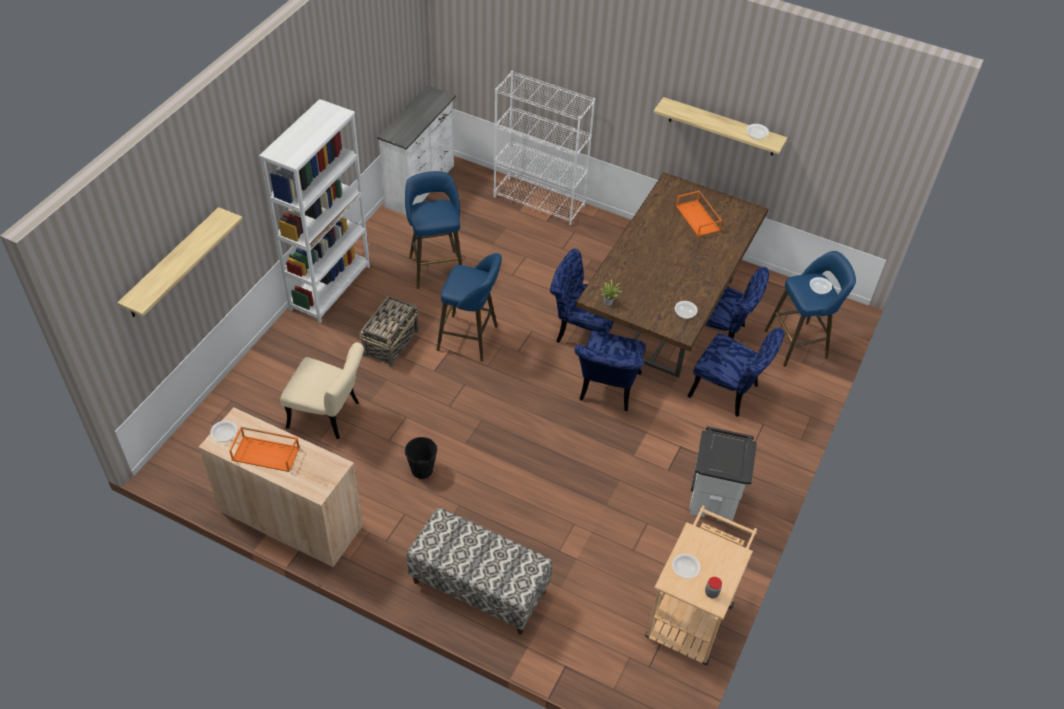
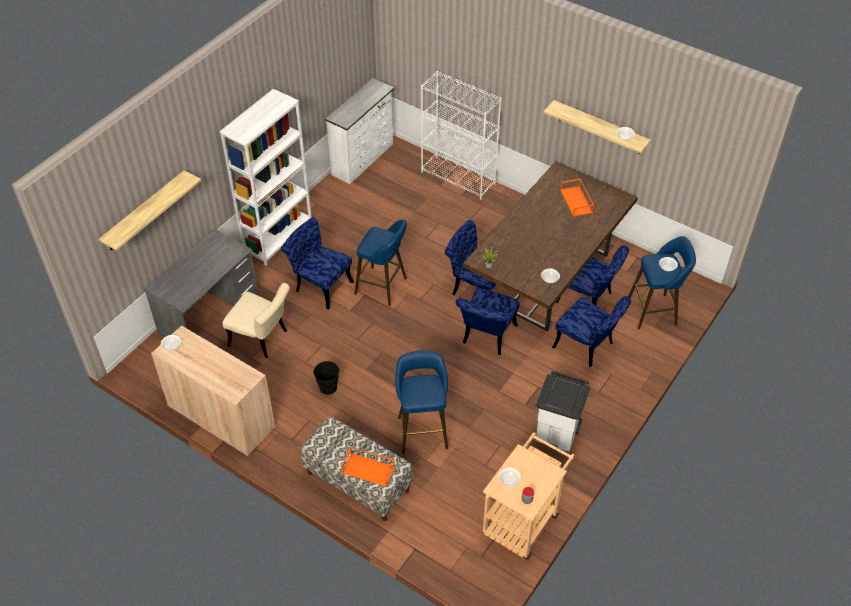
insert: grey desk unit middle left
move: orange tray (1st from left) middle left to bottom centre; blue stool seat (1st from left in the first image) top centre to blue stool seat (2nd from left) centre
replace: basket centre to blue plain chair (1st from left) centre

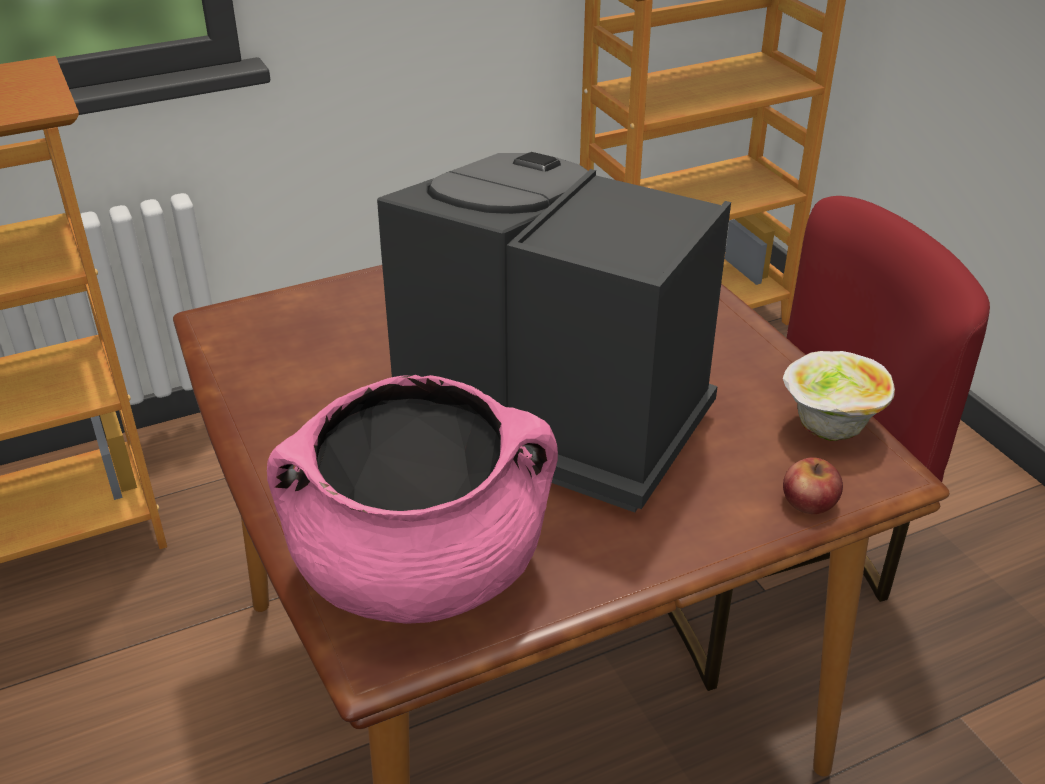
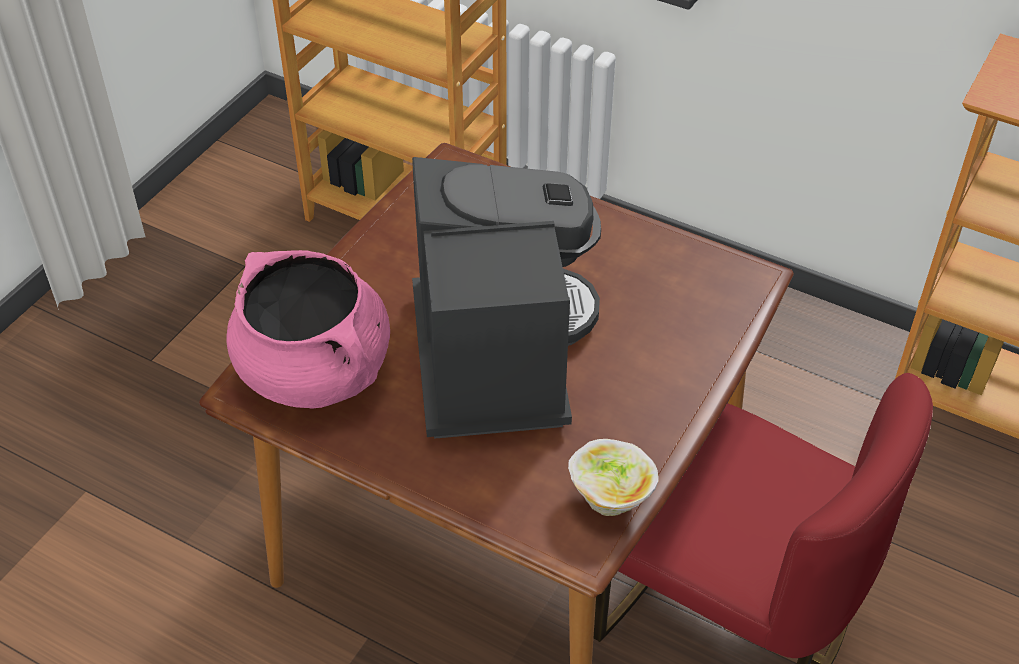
delete: apple fruit middle right

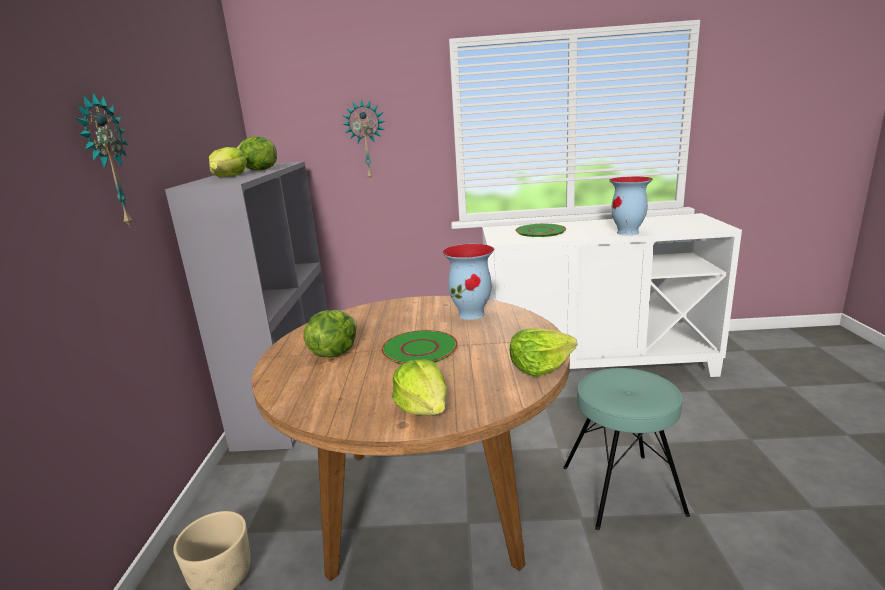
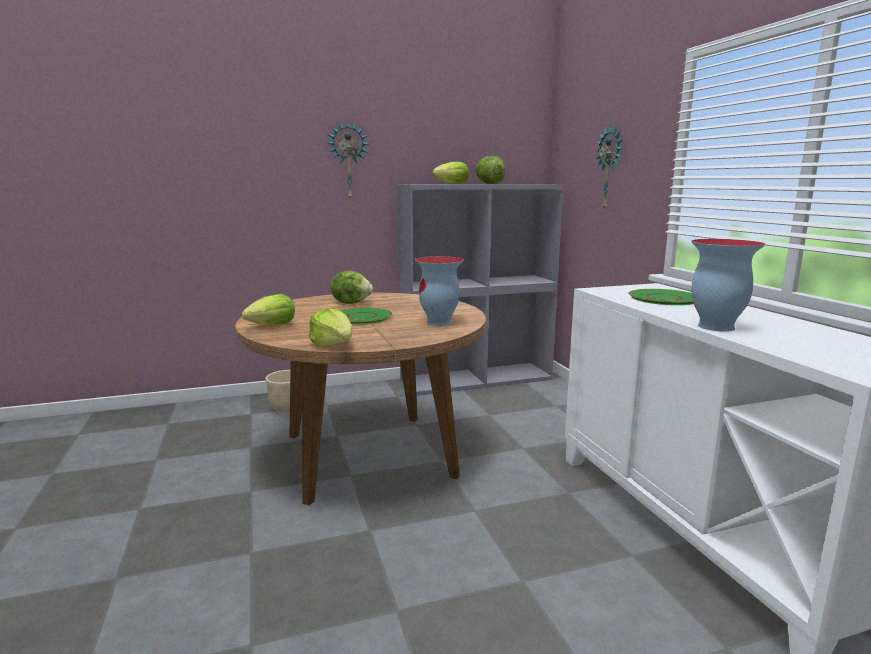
delete: turquoise-coloured stool seat bottom right

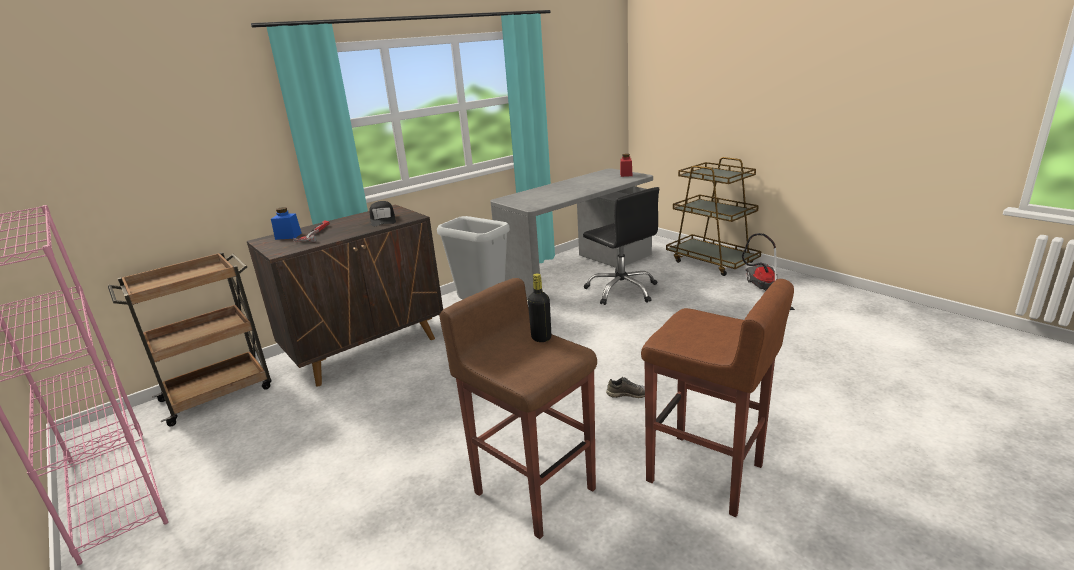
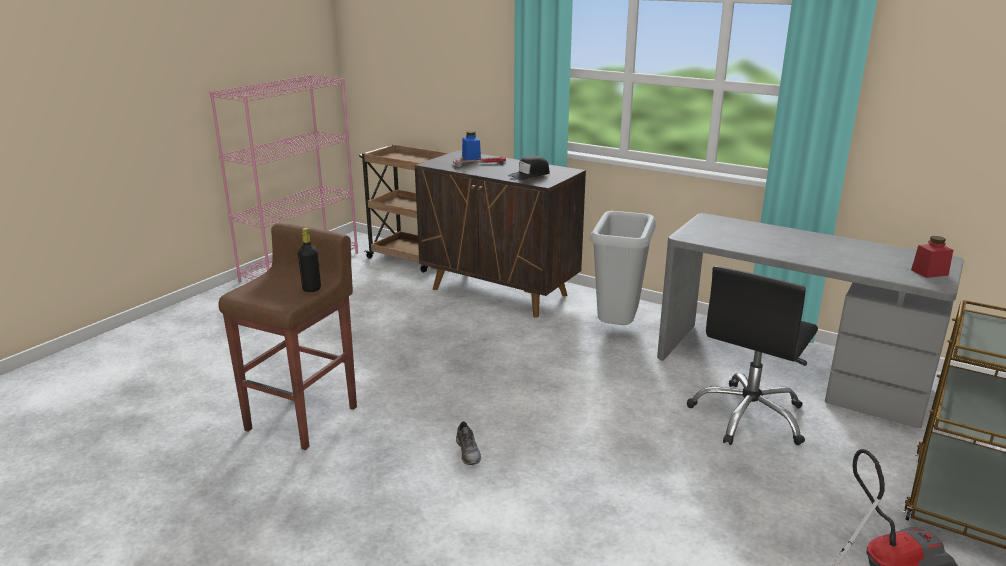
delete: brown-coloured stool seat (2nd from left) bottom right

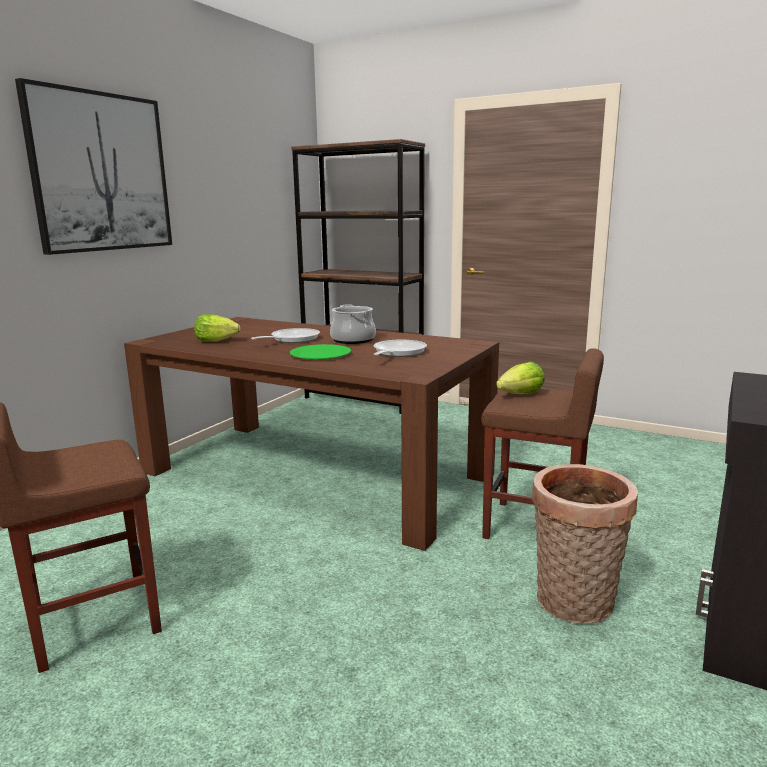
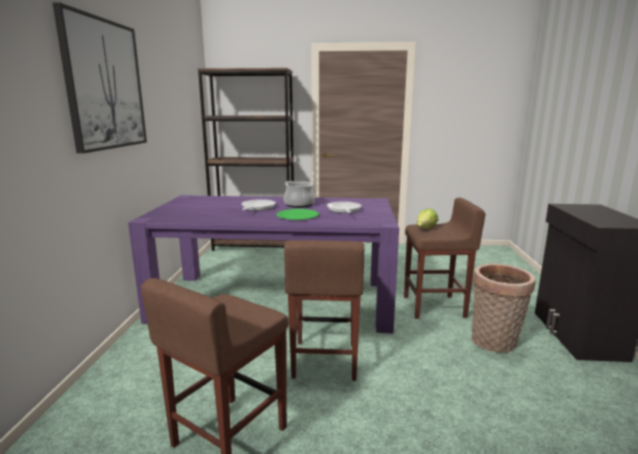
delete: head of lettuce (1st from left) middle left
insert: brown-coloured stool seat (2nd from left) bottom centre
recolor: brown-coloured kitchen table centre to purple-coloured kitchen table centre

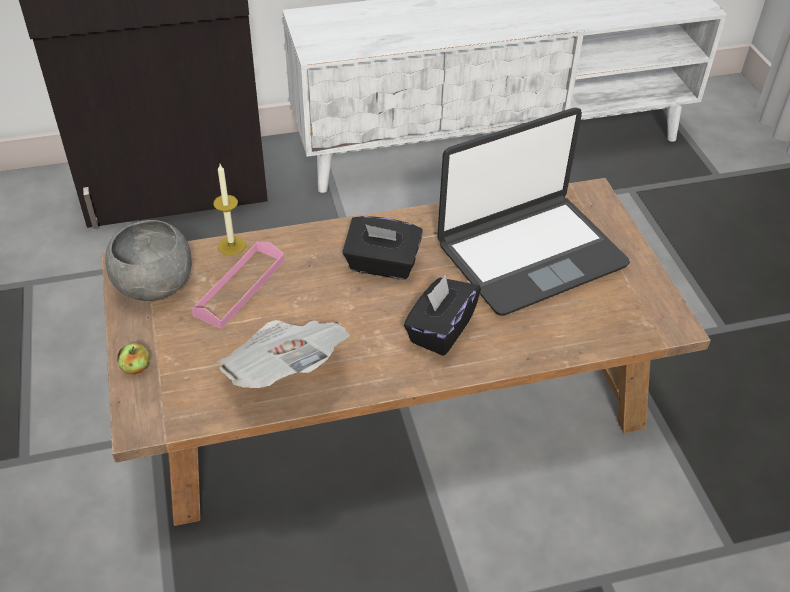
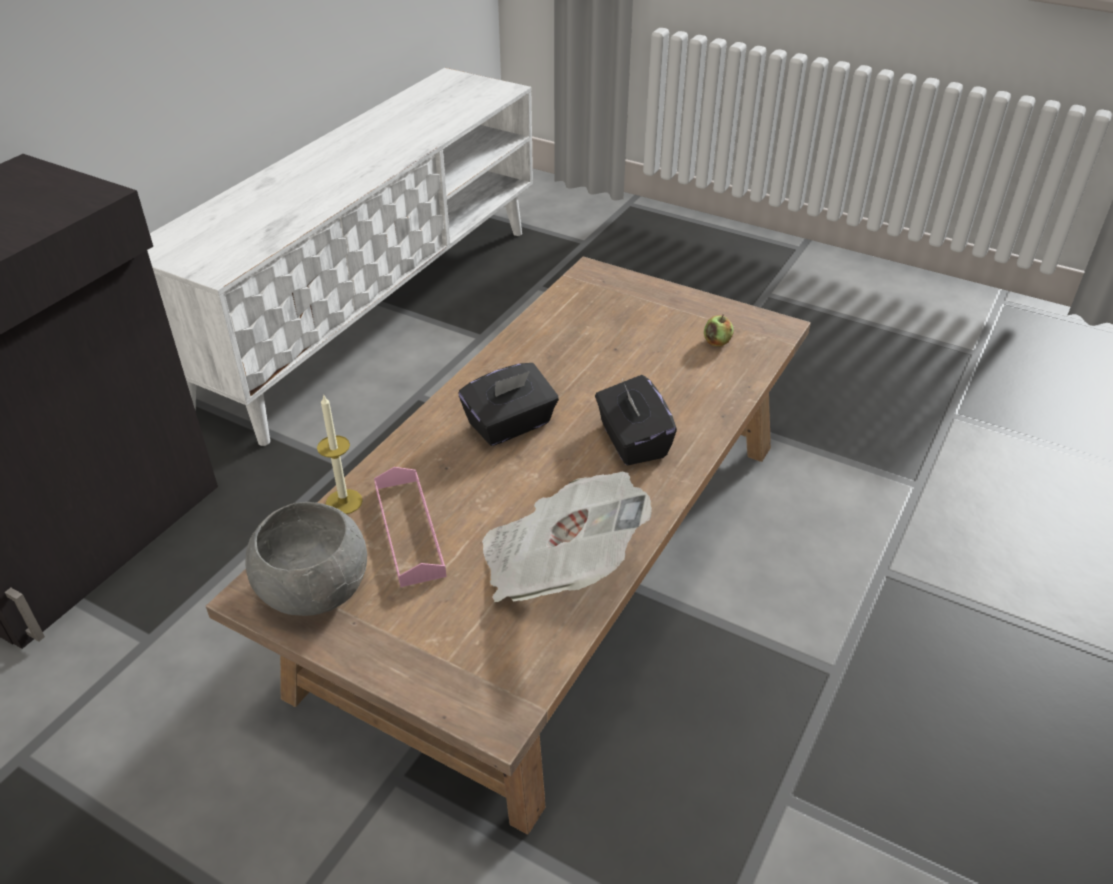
delete: portable computer middle right
move: apple fruit middle left to centre

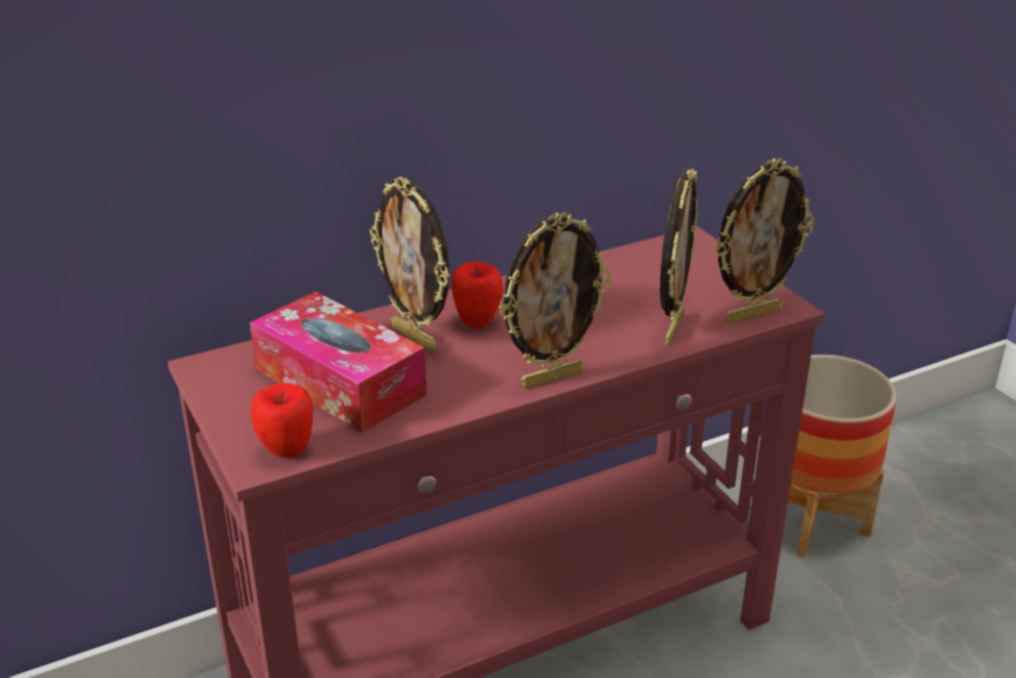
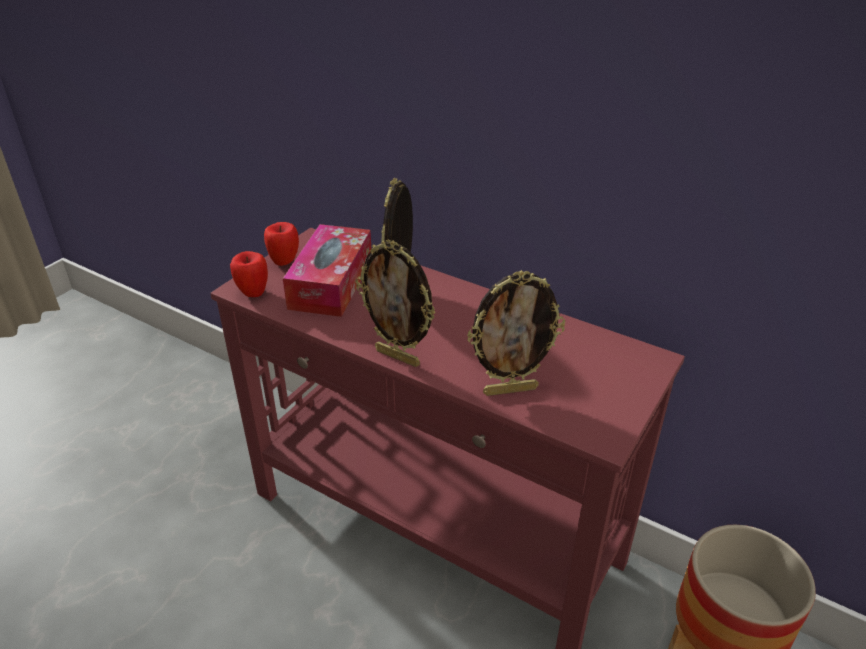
delete: picture frame (4th from left) middle right
move: apple fruit (2nd from left) centre to middle left

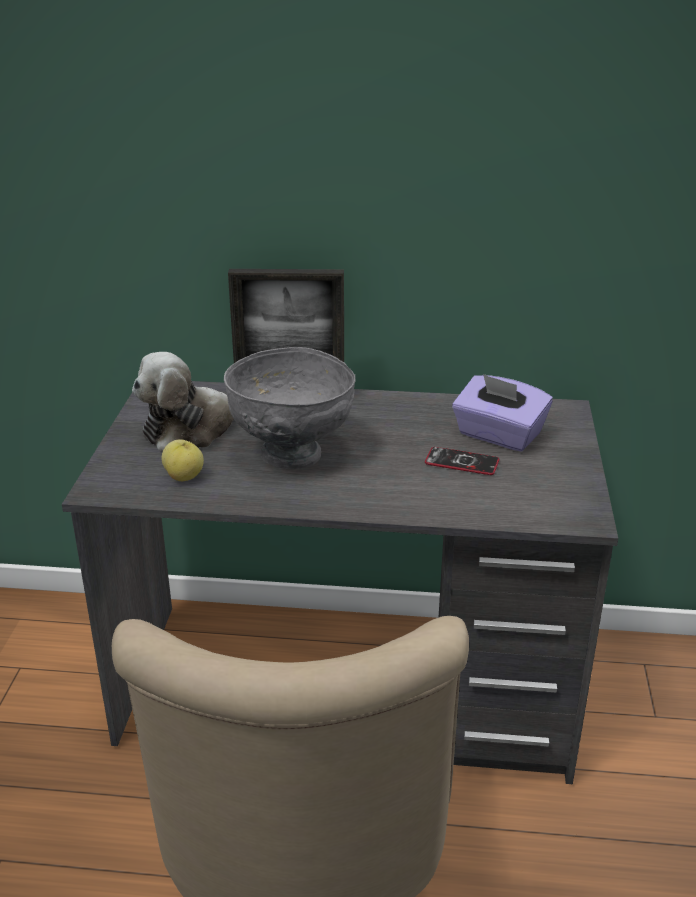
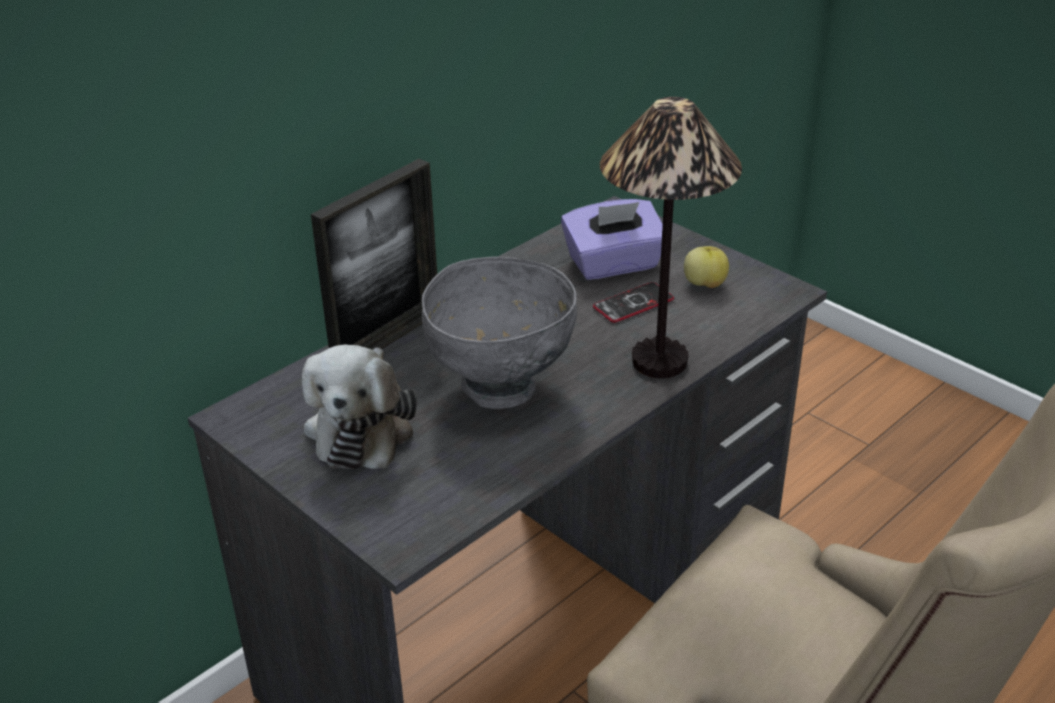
insert: table lamp centre
move: apple fruit middle left to middle right

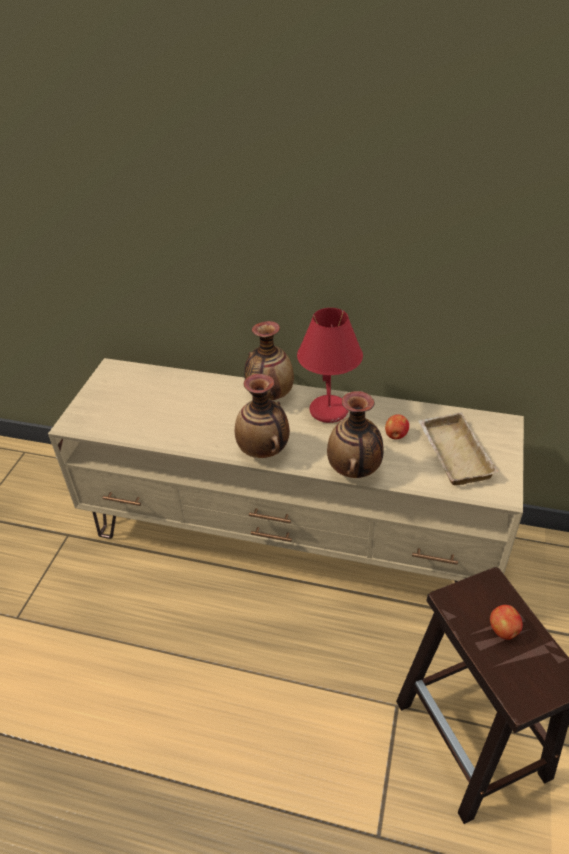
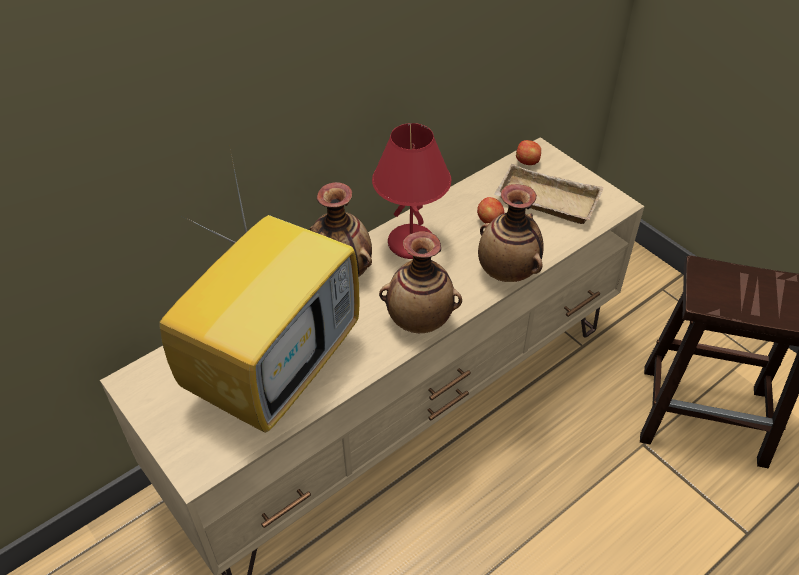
insert: TV set middle left
move: apple fruit (2nd from left) bottom right to top centre

